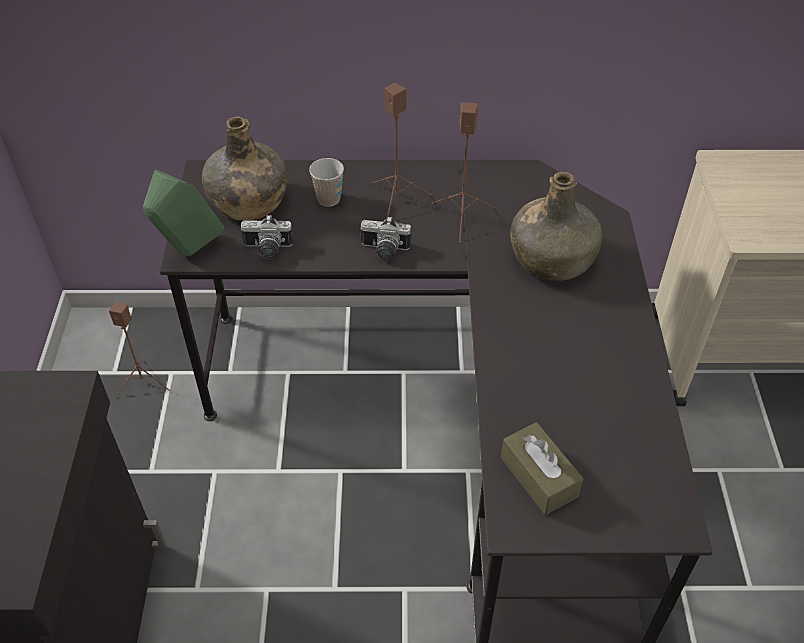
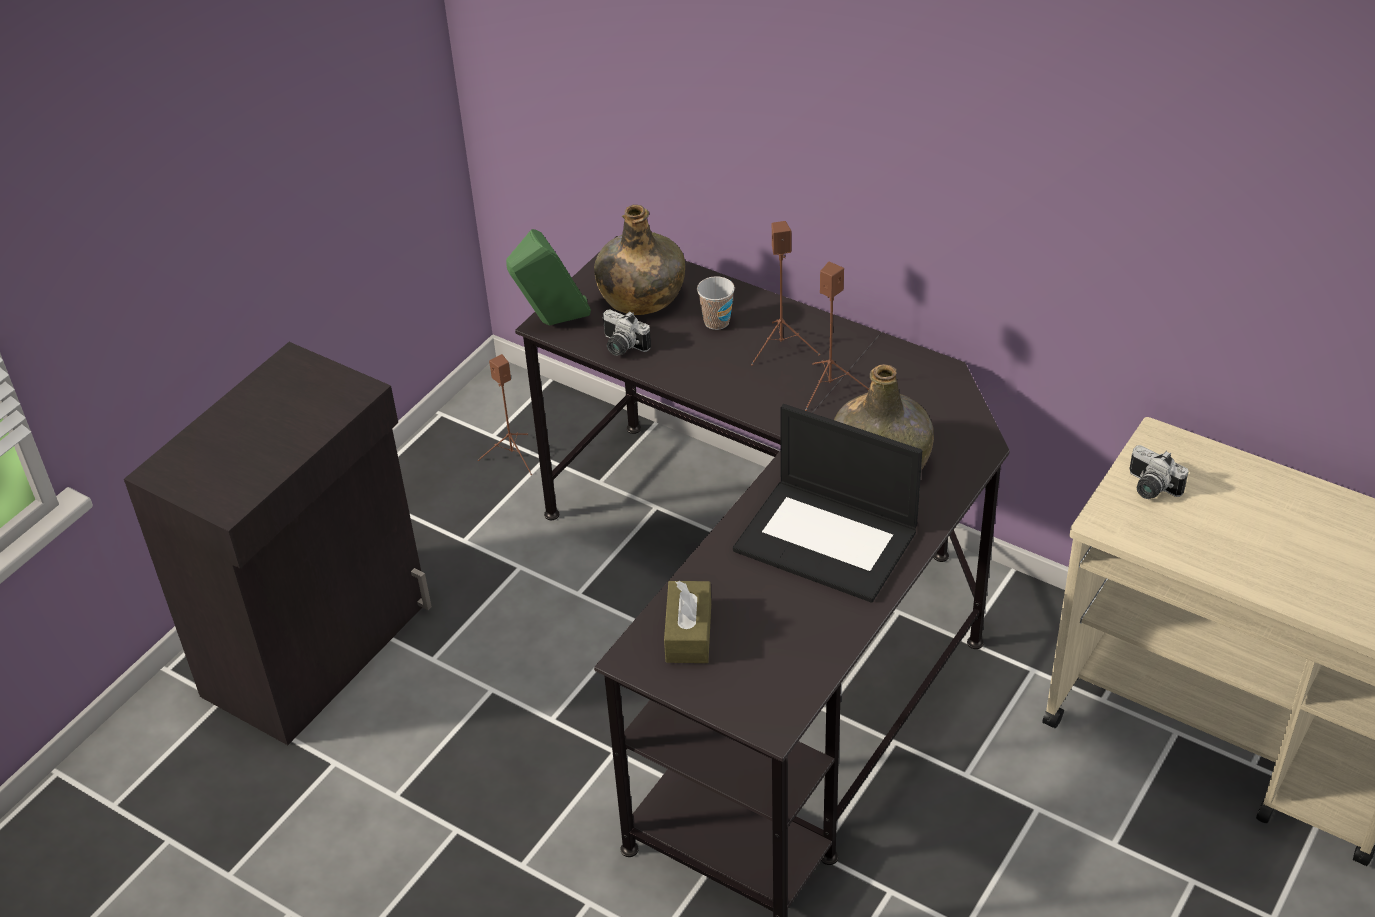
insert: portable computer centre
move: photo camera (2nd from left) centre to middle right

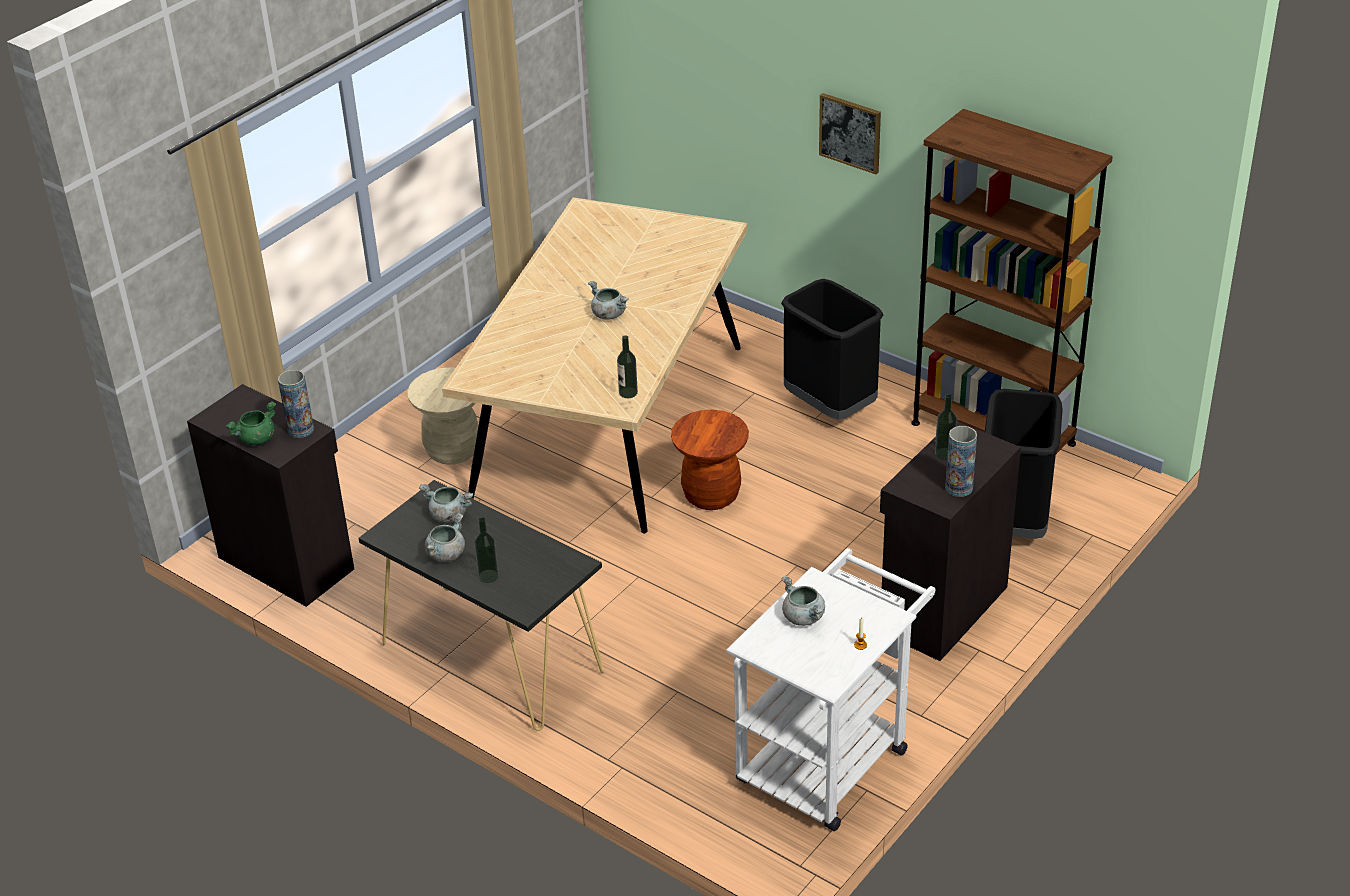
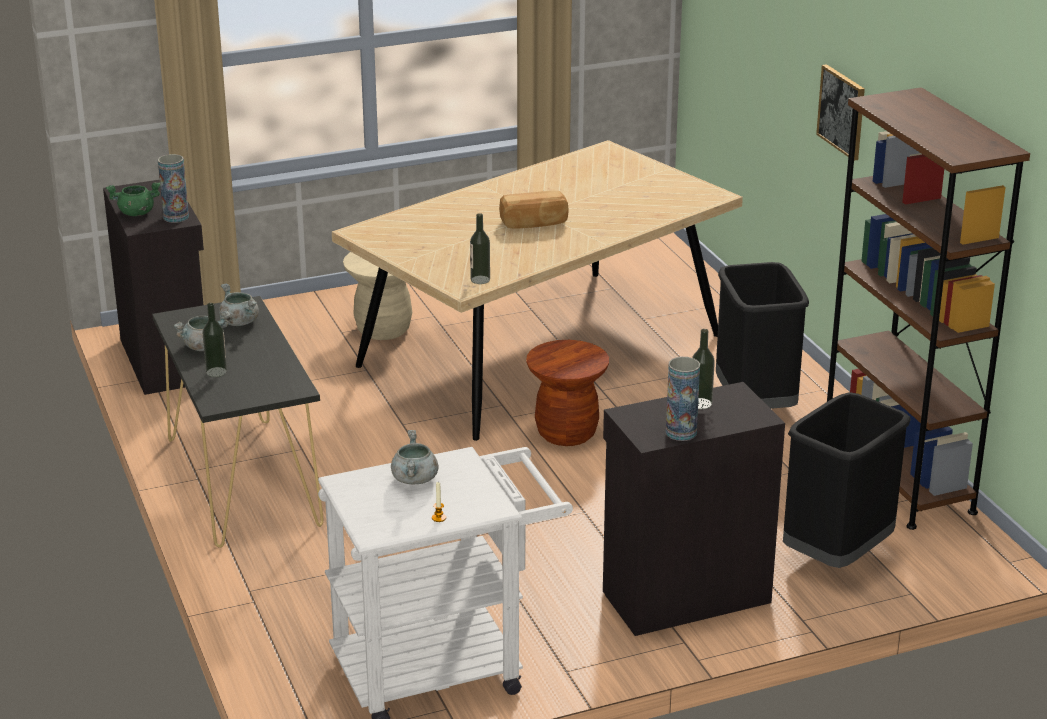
replace: grey saucepot (3rd from left) centre to bakery bread top centre

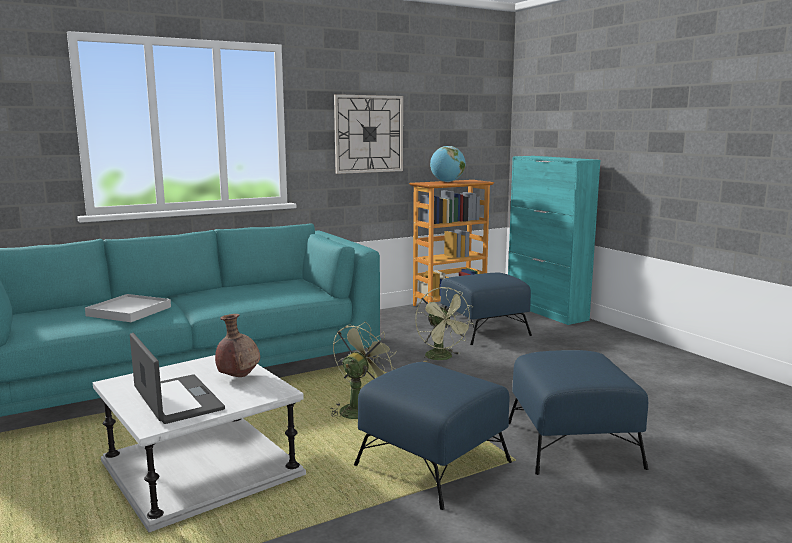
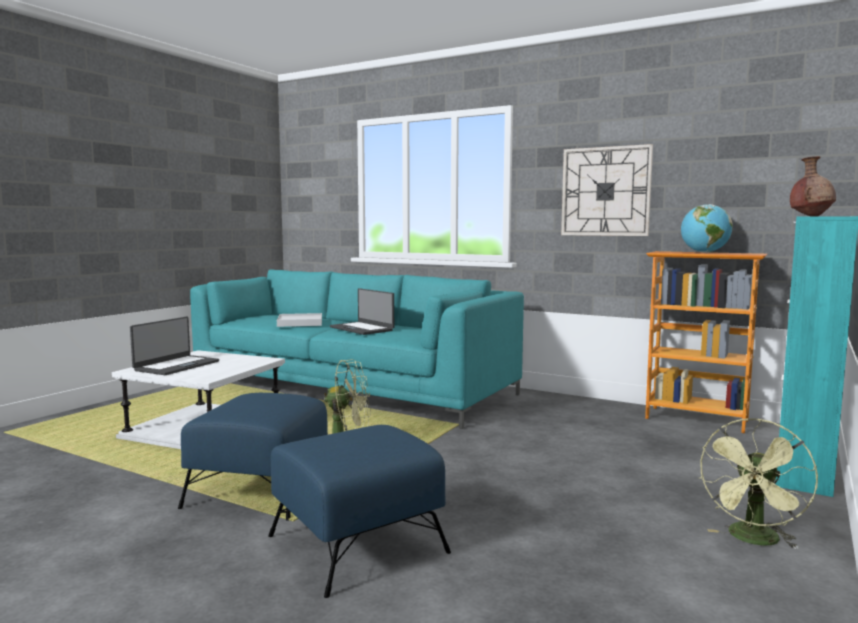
delete: blue ottoman (2nd from left) centre
insert: portable computer (2nd from left) centre
move: brown-coloured vase middle left to top right; greenish fan (2nd from left) centre to bottom right

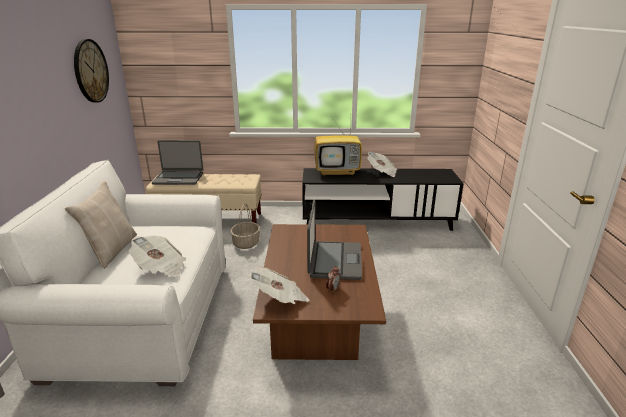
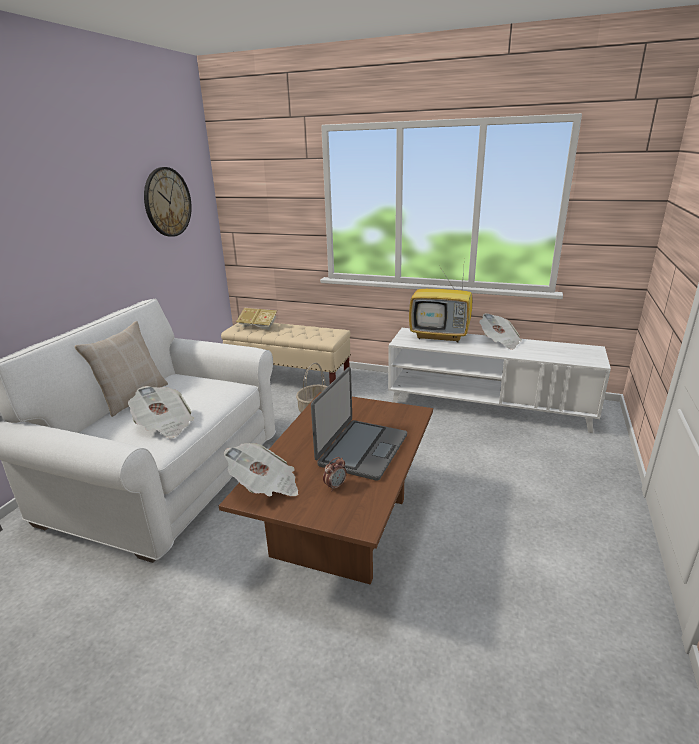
replace: portable computer (1st from left) middle left to volume centre
recolor: blackish tv unit centre to white tv unit middle right

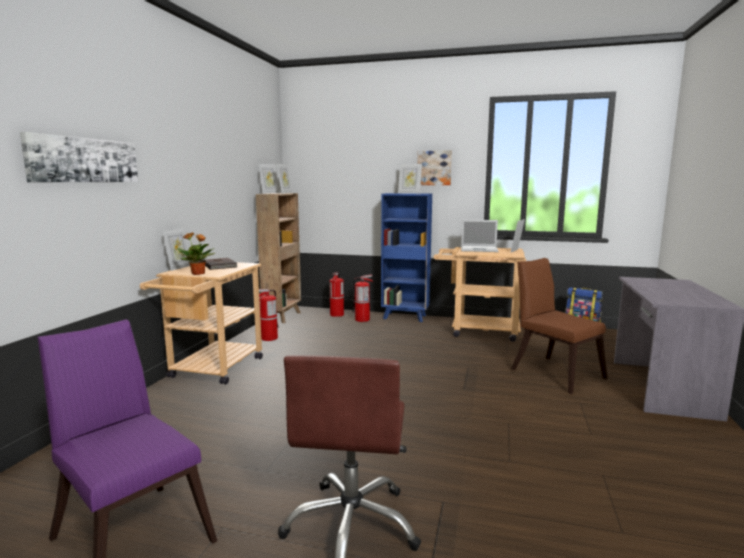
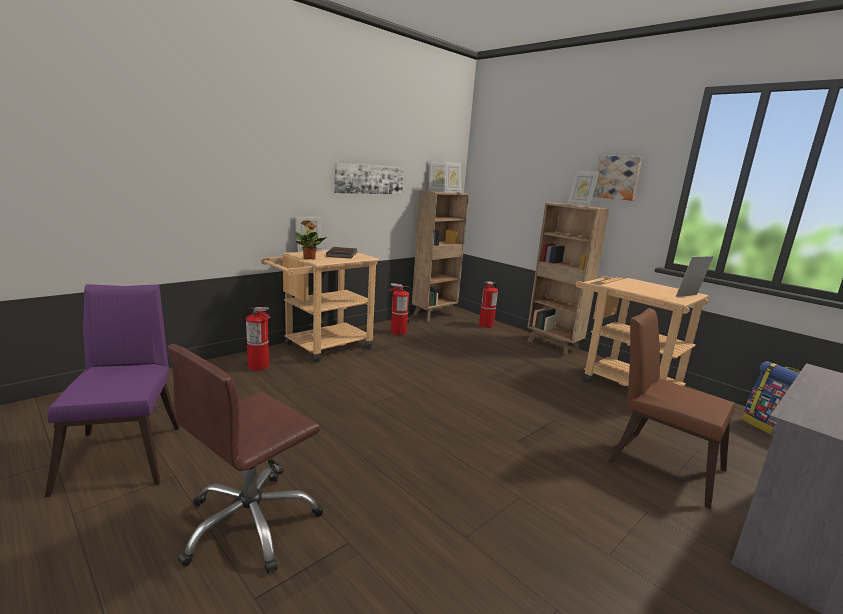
delete: portable computer centre
move: wall picture (1st from left) top left to top centre; fire-fighting cylinder (3rd from left in the first image) centre to fire-fighting cylinder (1st from left) middle left
recolor: blue bookcase centre to brown-coloured bookcase (2nd from left) middle right
rotate: brown-coloured plain chair middle right = middle right 45 degrees counterclockwise

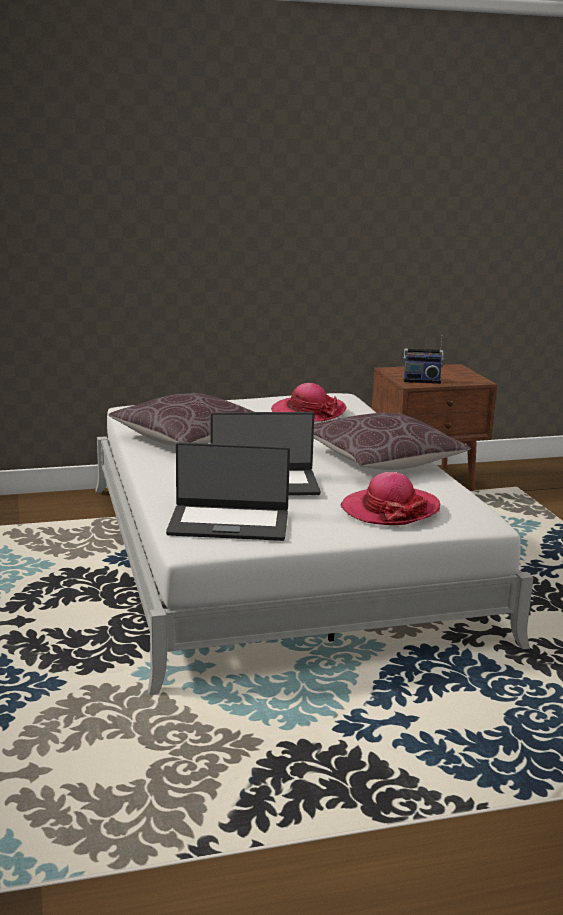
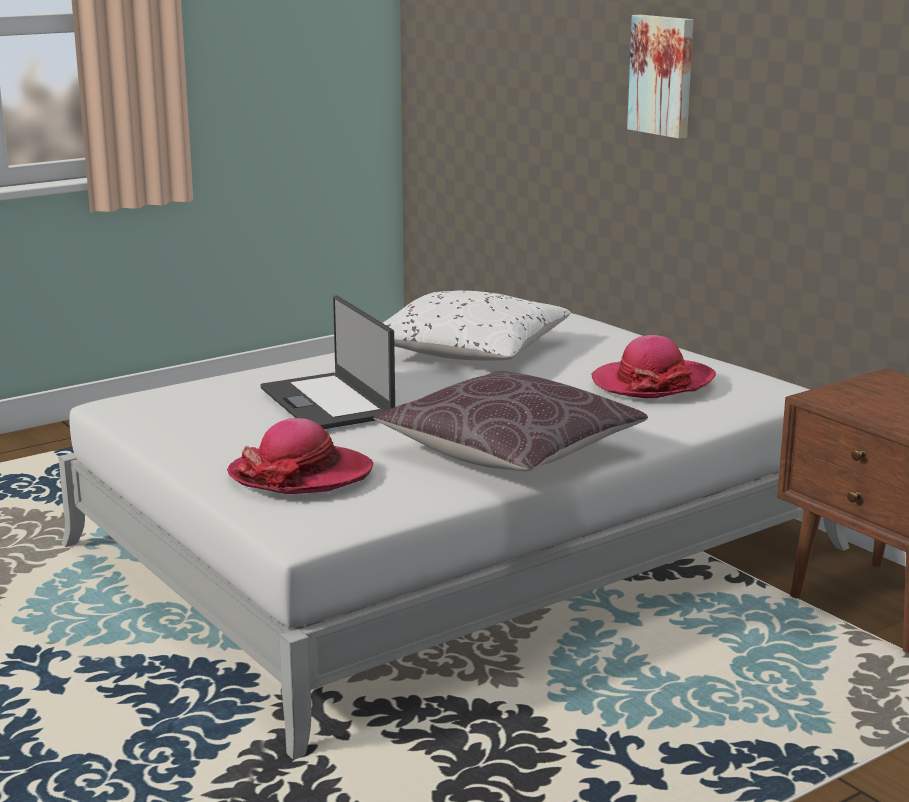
delete: portable computer (1st from left) centre; radio set middle right
insert: wall picture top right
recolor: brown-coloured throw pillow (1st from left) middle left to white throw pillow centre

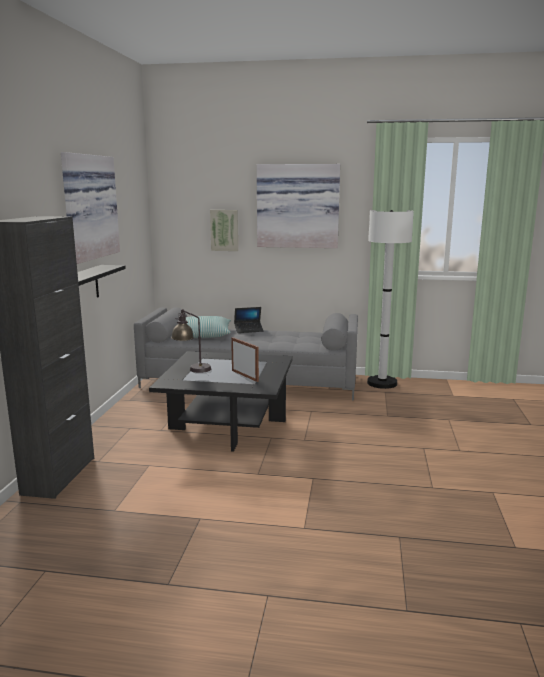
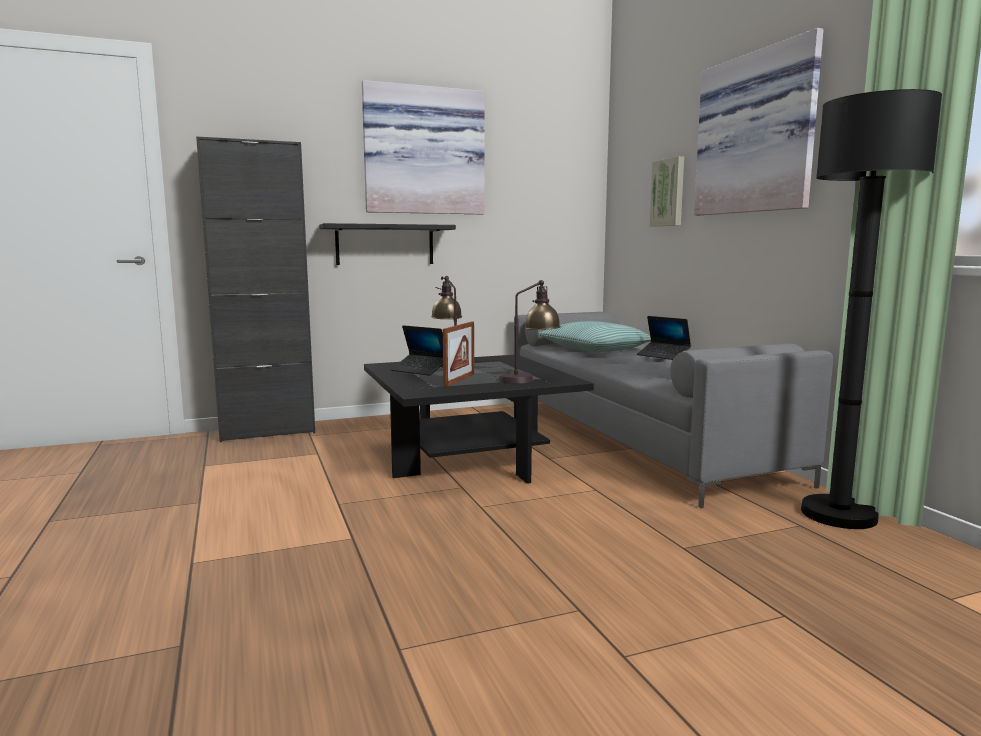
insert: portable computer (1st from left) centre; table lamp (2nd from left) centre
recolor: white floor lamp middle right to blackish floor lamp middle right

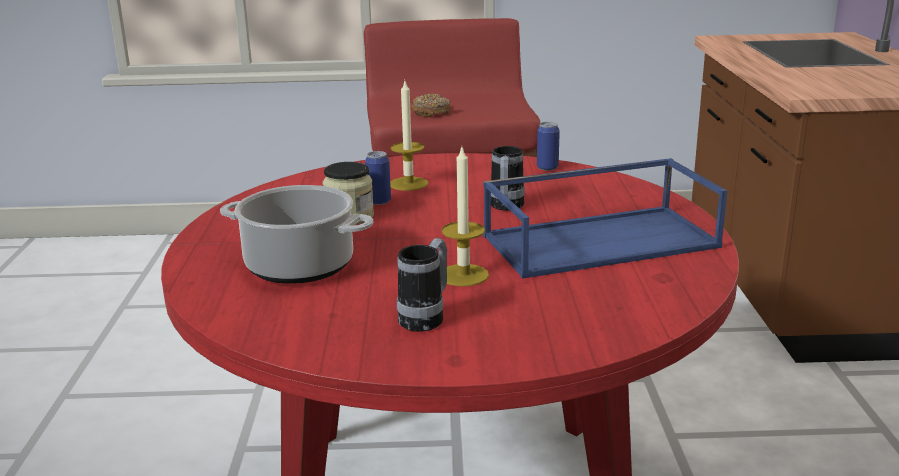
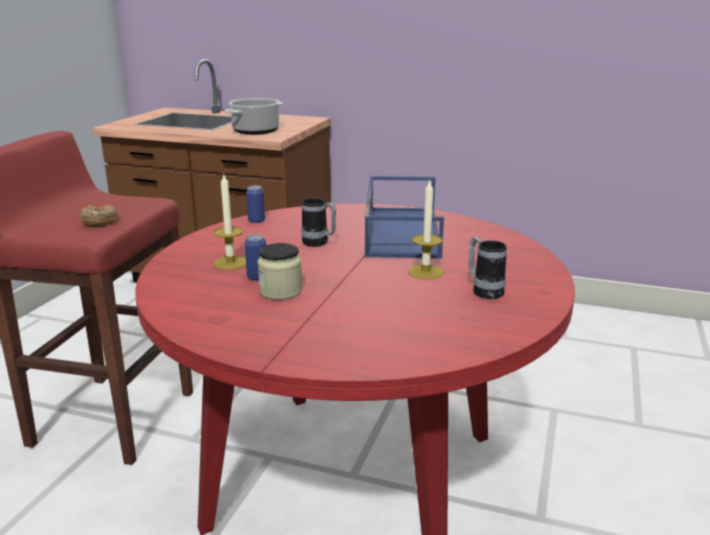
move: saucepot middle left to top centre

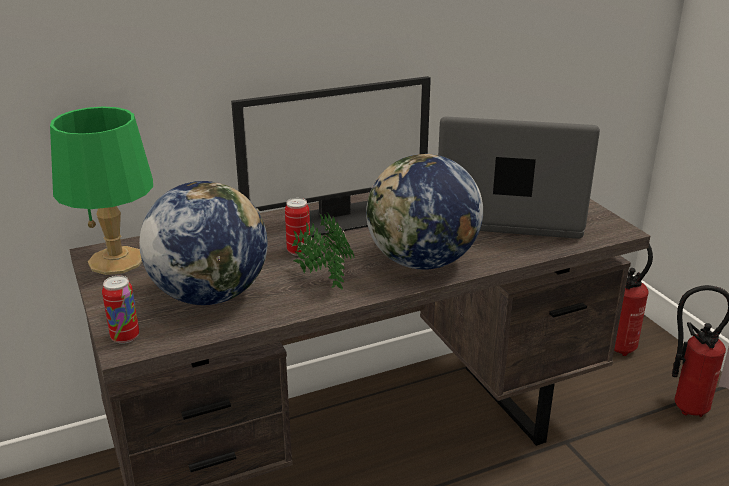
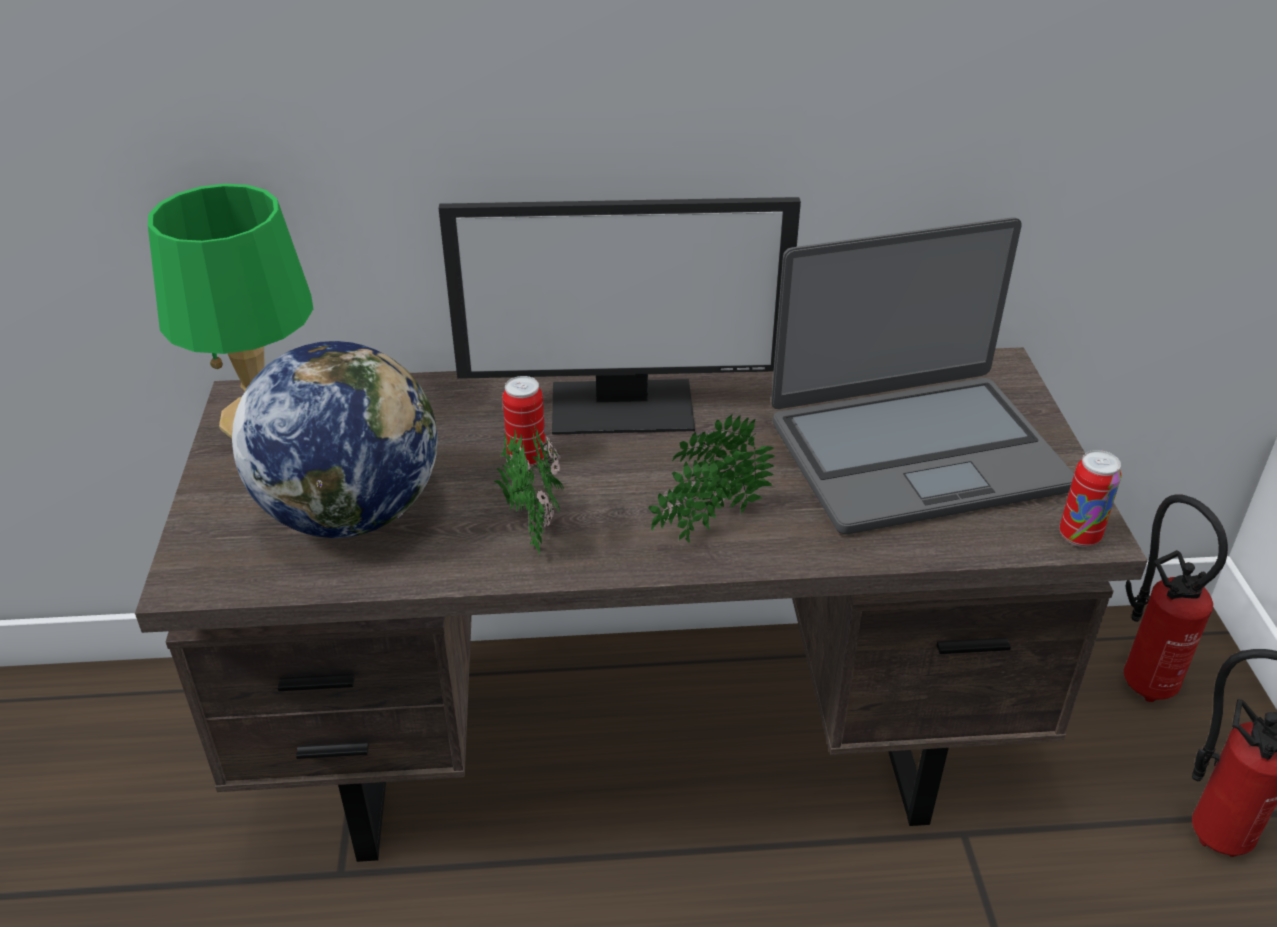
move: can (1st from left in the first image) middle left to can (2nd from left) middle right
replace: world globe (2nd from left) centre to plant in a pot (2nd from left) centre
rotate: portable computer middle right = middle right 135 degrees clockwise

